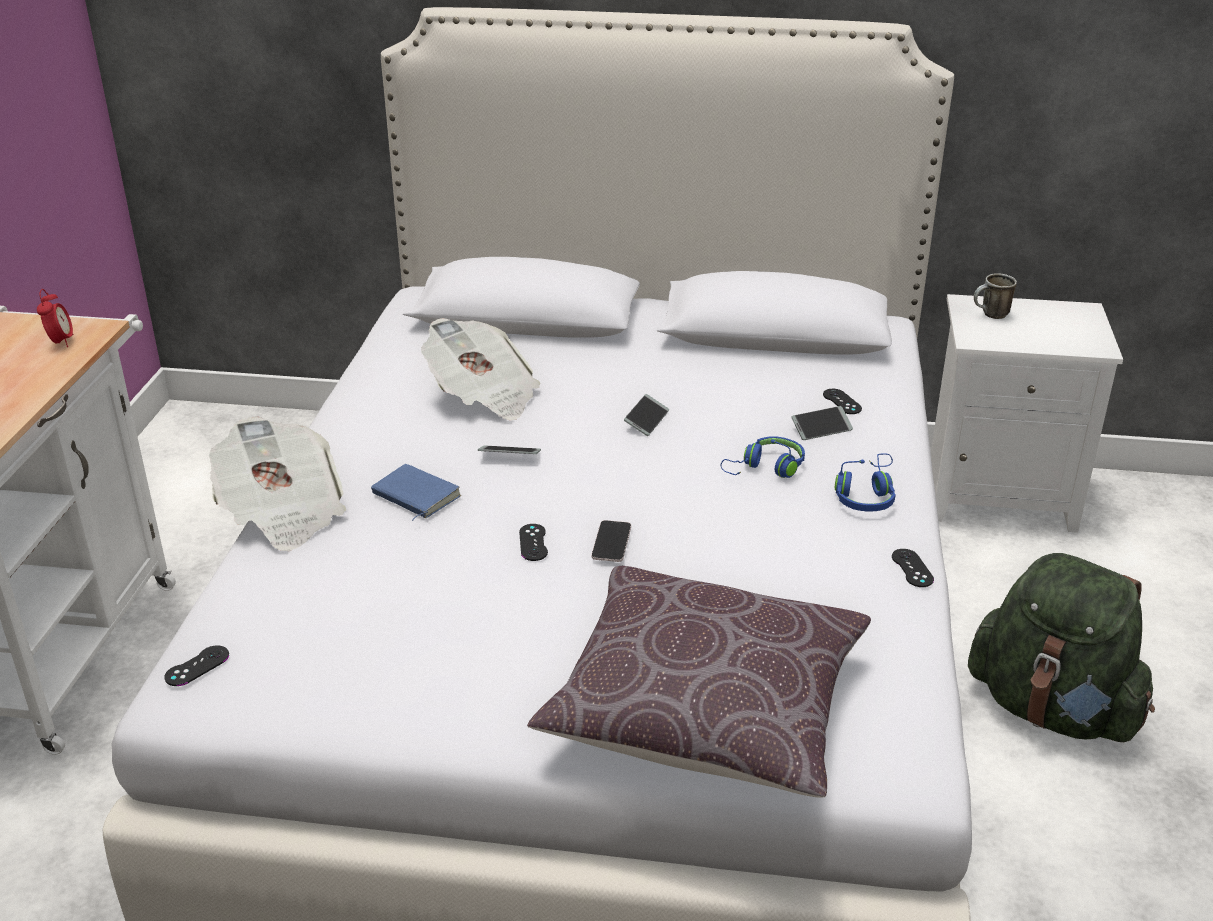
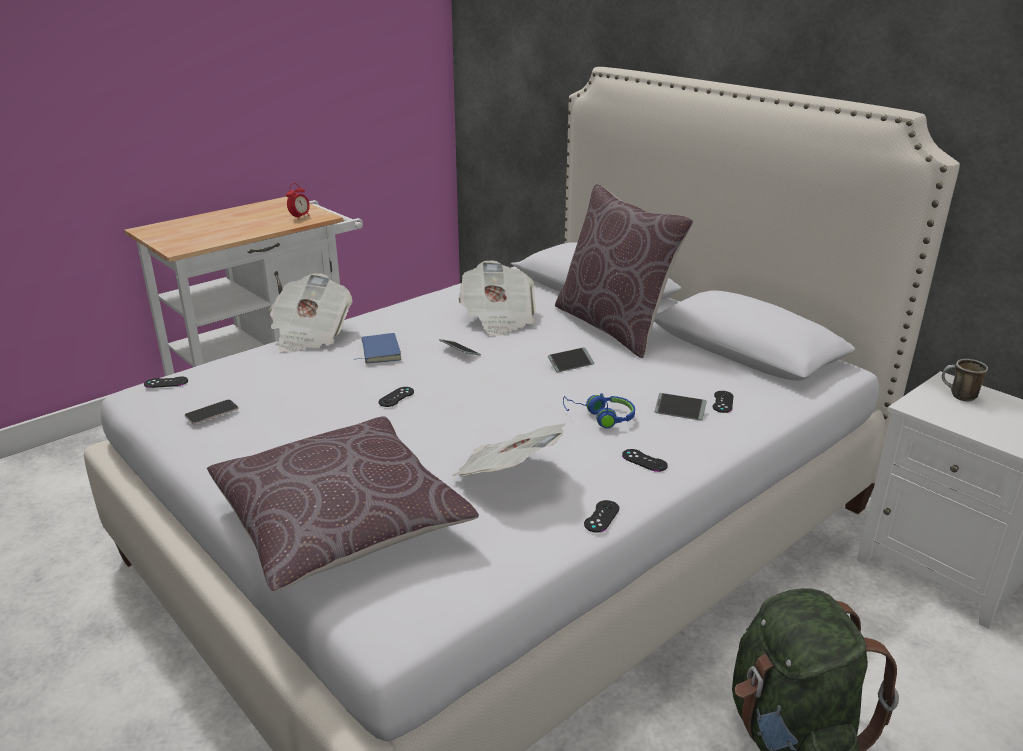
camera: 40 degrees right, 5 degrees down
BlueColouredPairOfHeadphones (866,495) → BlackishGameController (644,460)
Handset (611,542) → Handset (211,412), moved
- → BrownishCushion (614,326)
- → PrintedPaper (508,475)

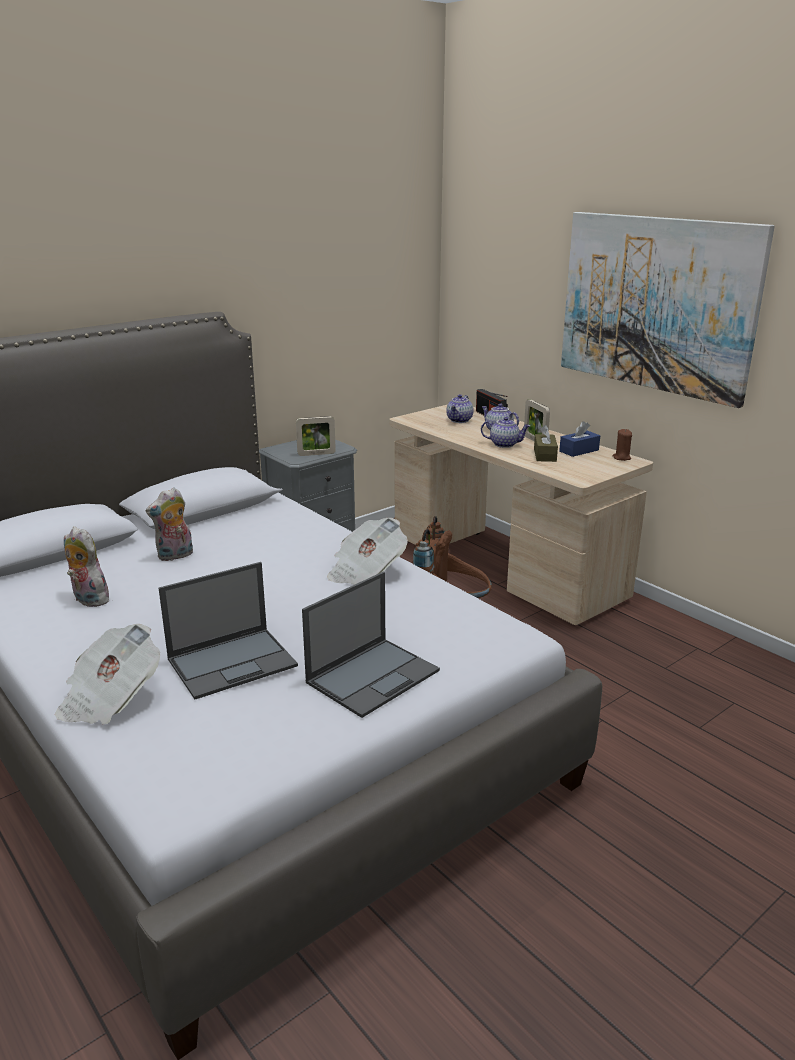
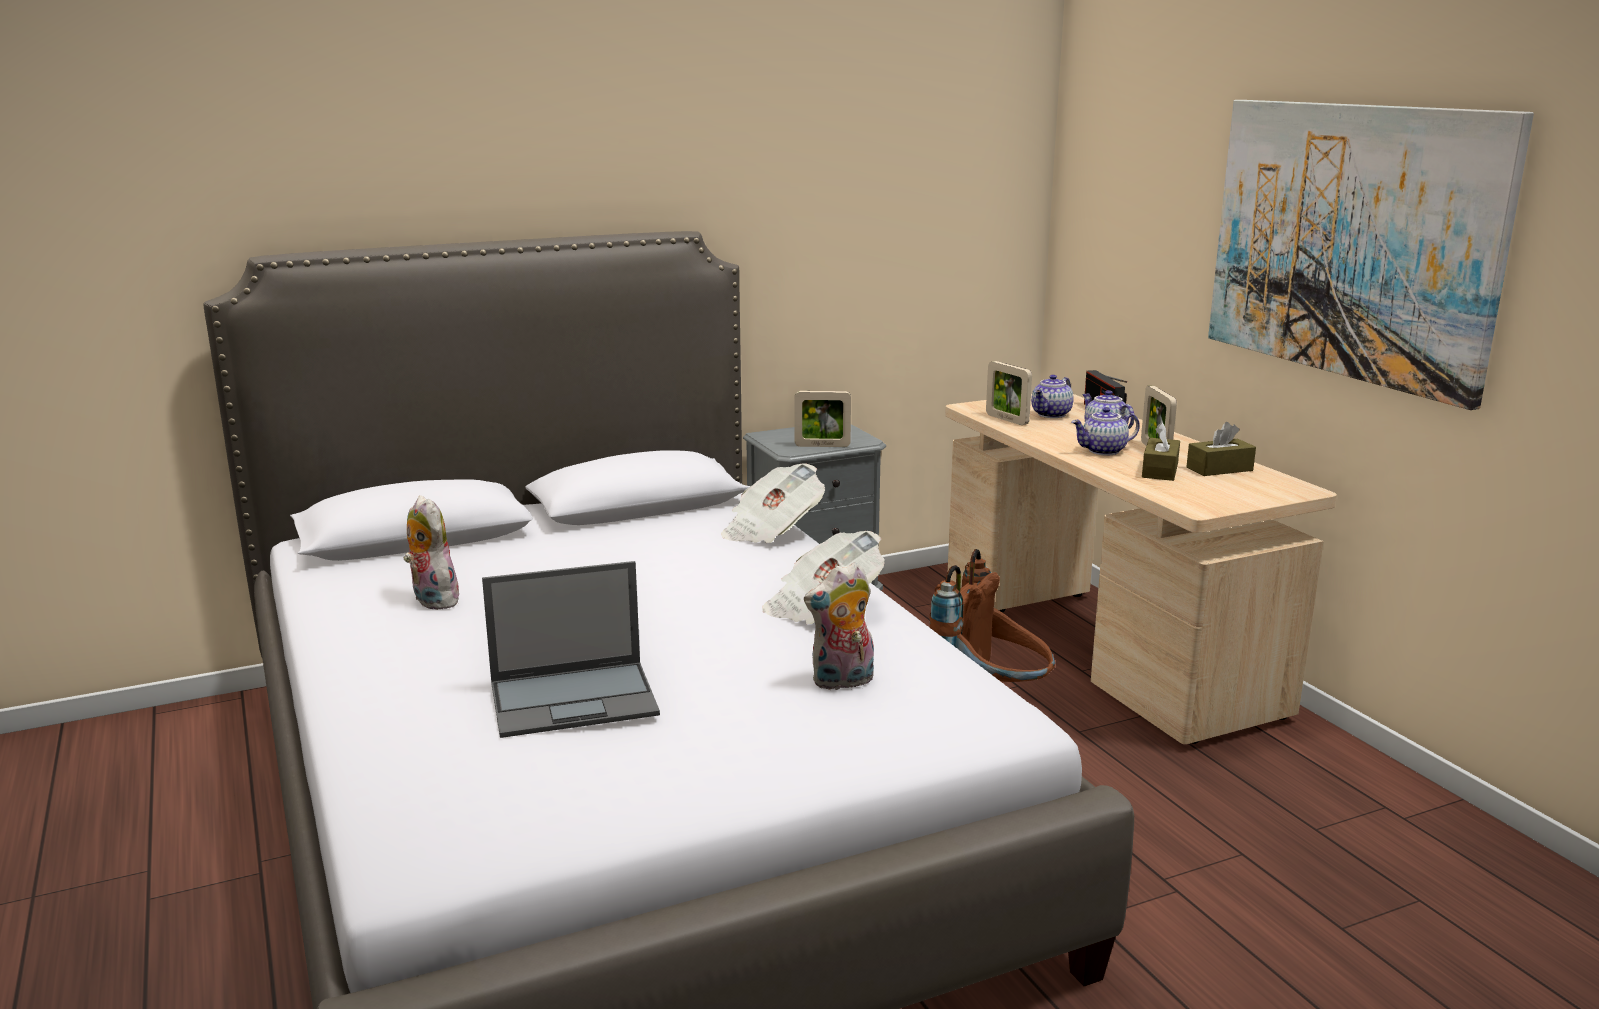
camera: 15 degrees right, 5 degrees down
Teapot (504,444) → Teapot (1103,451), 135 degrees clockwise
BlueColouredTissueHolder (579,451) → BrownishTissueHolder (1219,469)
BrownishCandle (621,458) → -
PlushToy (175,556) → PlushToy (842,682), moved
Laptop (373,676) → -
PrintedPaper (110,698) → PrintedPaper (771,530), moved
- → StandingFrame (1007,419)

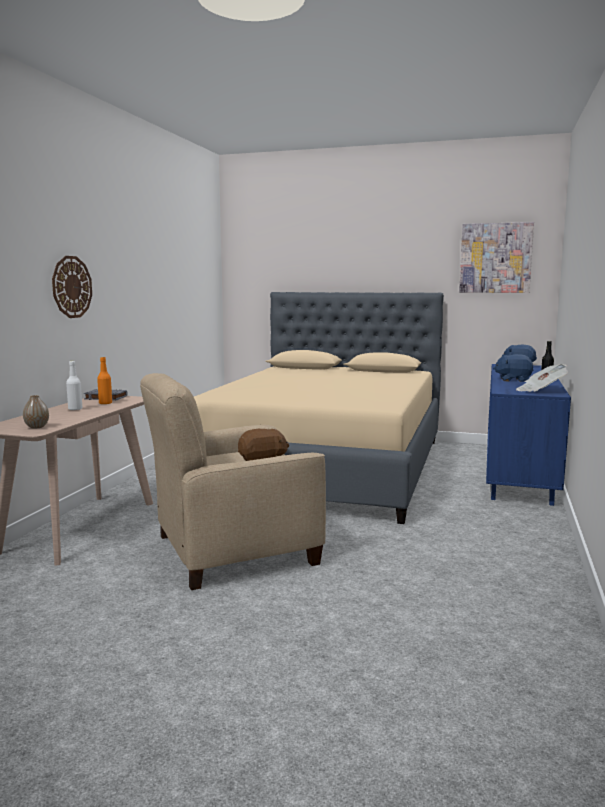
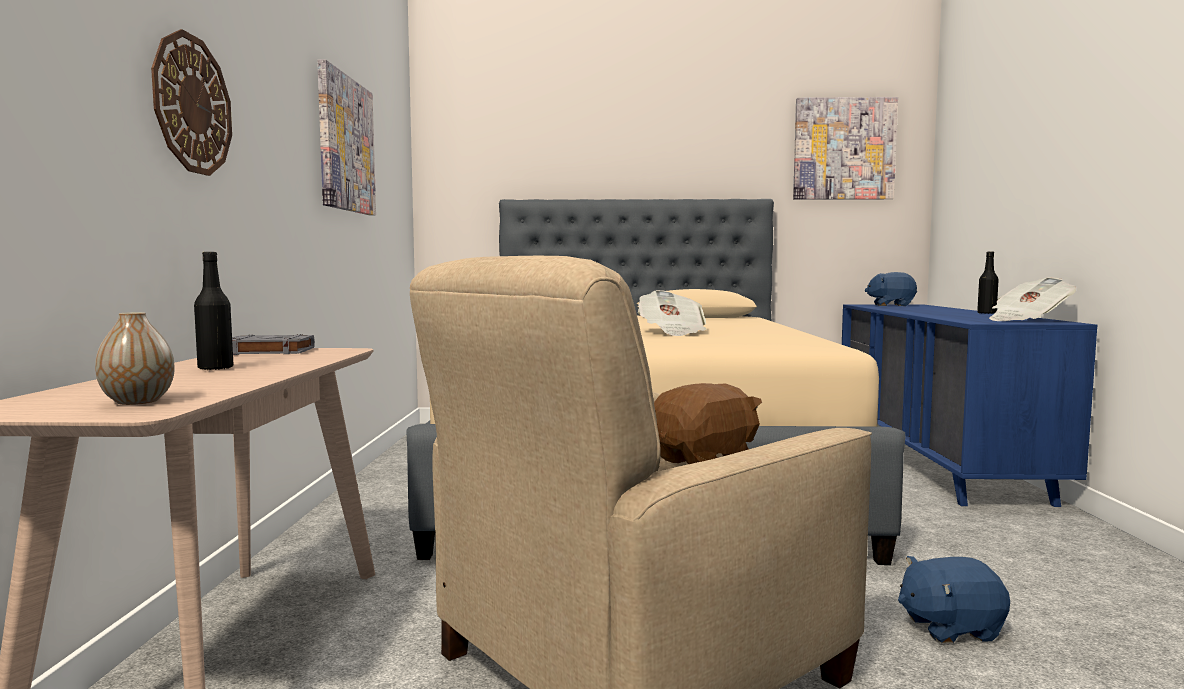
camera: 15 degrees left, 5 degrees down
BlueColouredPlushToy (513,380) → BlueColouredPlushToy (949,627), moved
OrangeyDrinkBottle (105,403) → -
WhiteDrinkBottle (75,409) → BlackishDrinkBottle (215,368)
- → WallArt (345,144)
- → PrintedPaper (671,332)

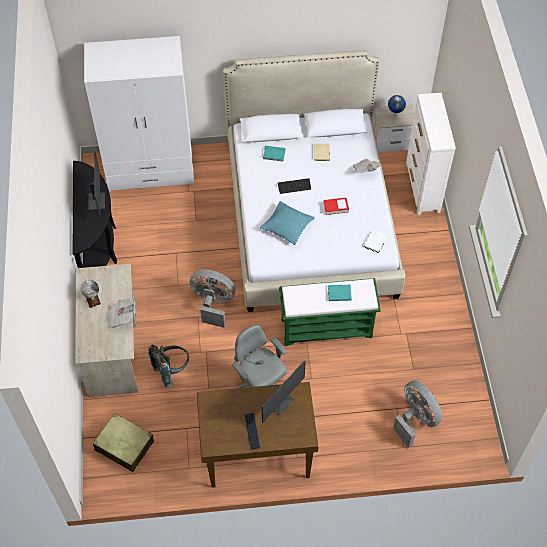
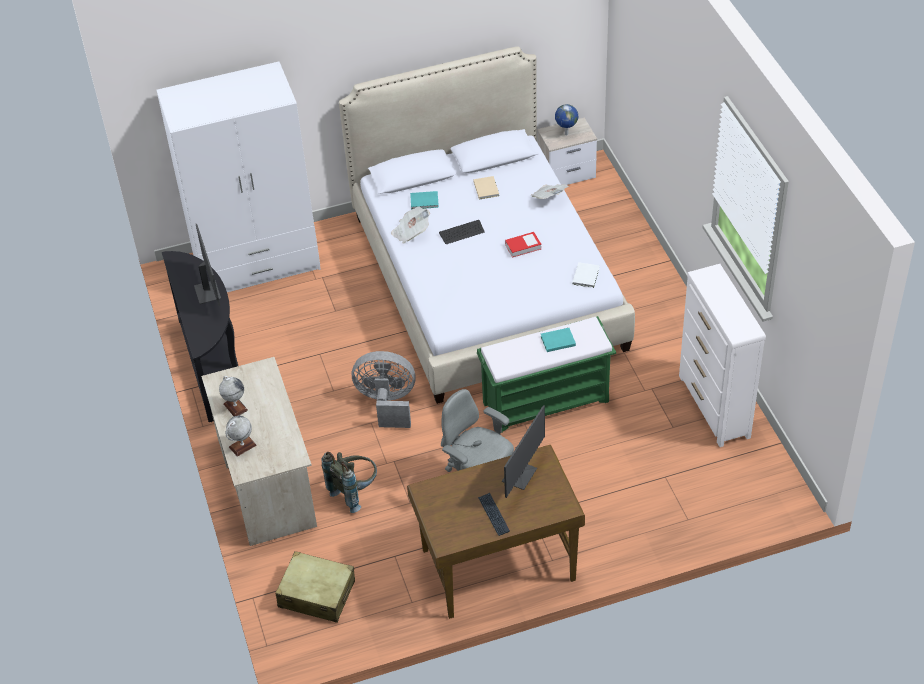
camera: 10 degrees left, 10 degrees down
WhiteChestOfDrawers (422,187) → WhiteChestOfDrawers (714,407), moved
TurquoiseColouredCushion (287,226) → -
PrintedPaper (120,317) → PrintedPaper (411,232), moved
GrayCoolingFan (415,419) → -
- → WorldGlobe (242,446)

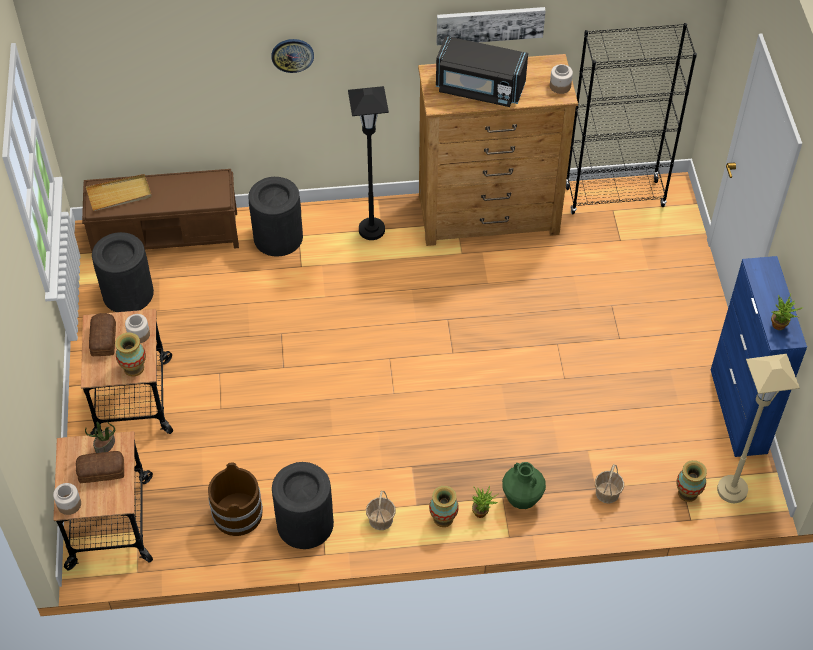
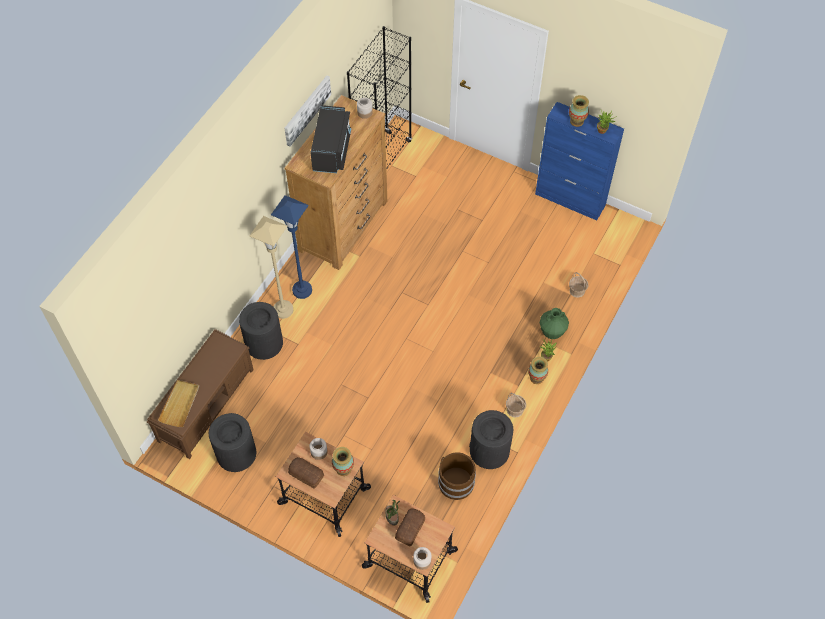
camera: 55 degrees left, 5 degrees up
BlackishMicrowave (479,88) → BlackishMicrowave (331,150), 45 degrees counterclockwise
HangingClock (292,55) → -
BlackishFloorLamp (372,230) → BlueColouredFloorLamp (302,290)
BeigeFloorLamp (732,490) → BeigeFloorLamp (283,310), moved
FlowerVase (687,493) → FlowerVase (576,121), moved

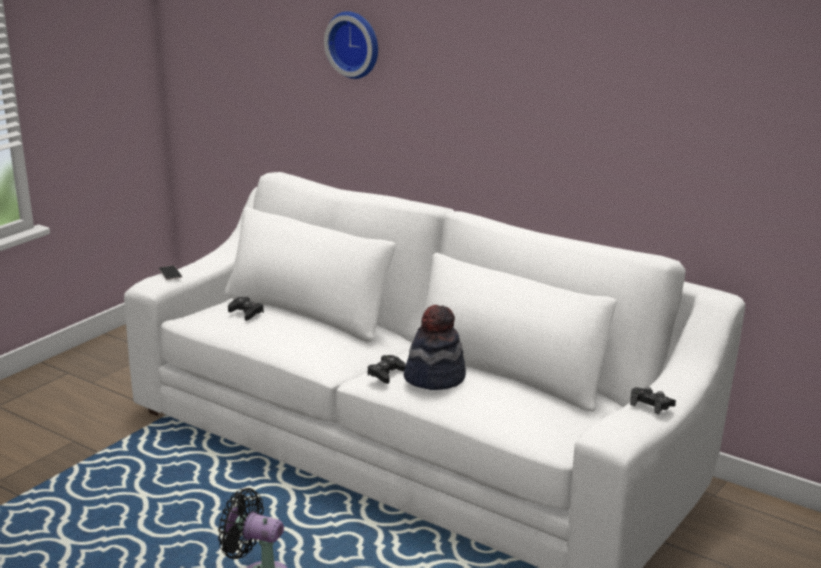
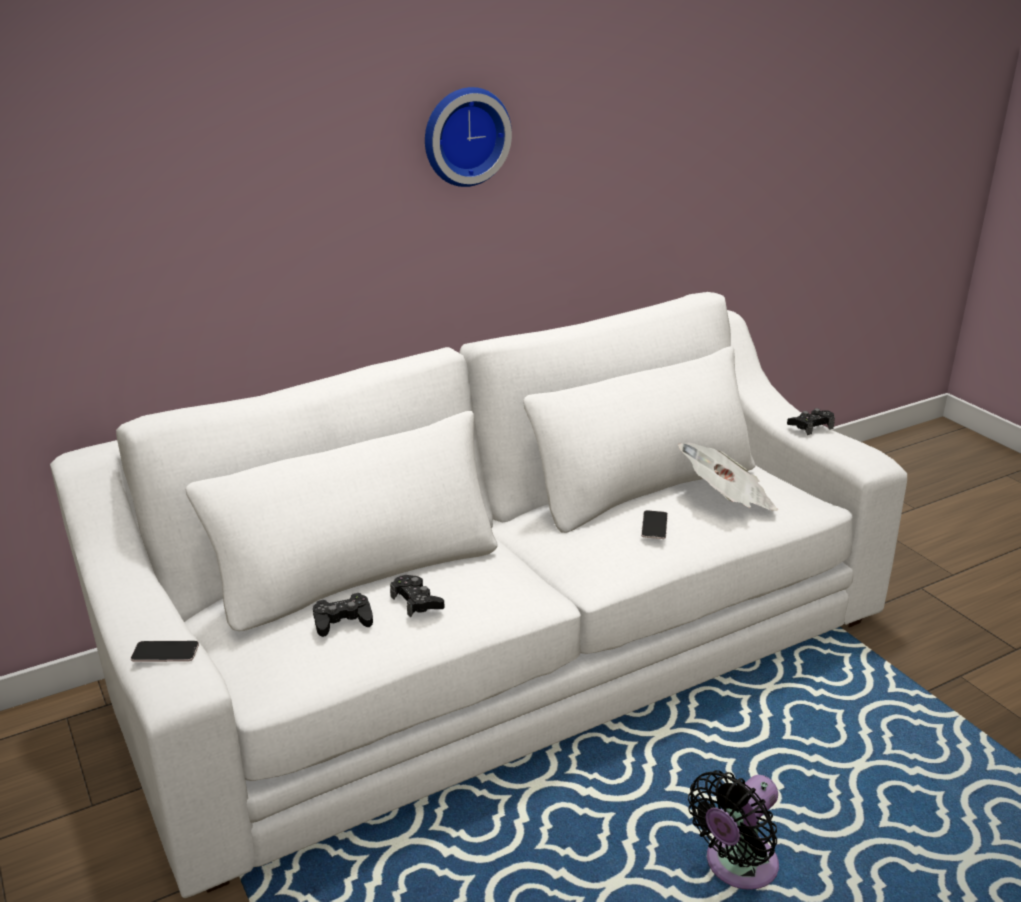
camera: 65 degrees left, 5 degrees up
HangingClock (355,44) → HangingClock (464,136), moved
ClothingHat (435,377) → Handset (654,525)
BlackishGameController (386,374) → BlackishGameController (416,601), moved
- → PrintedPaper (726,499)

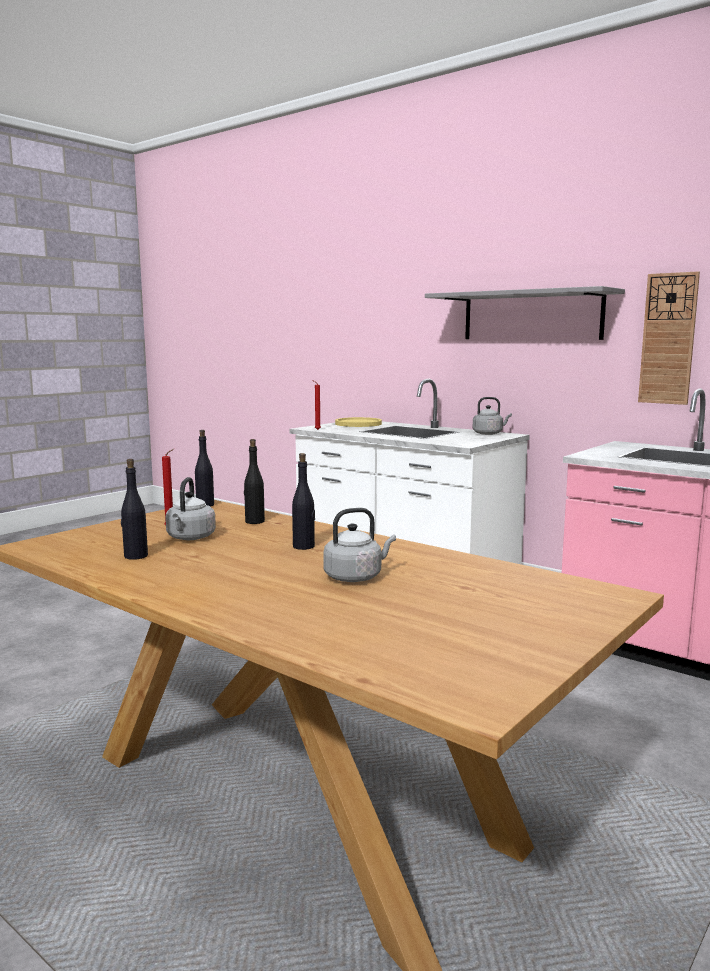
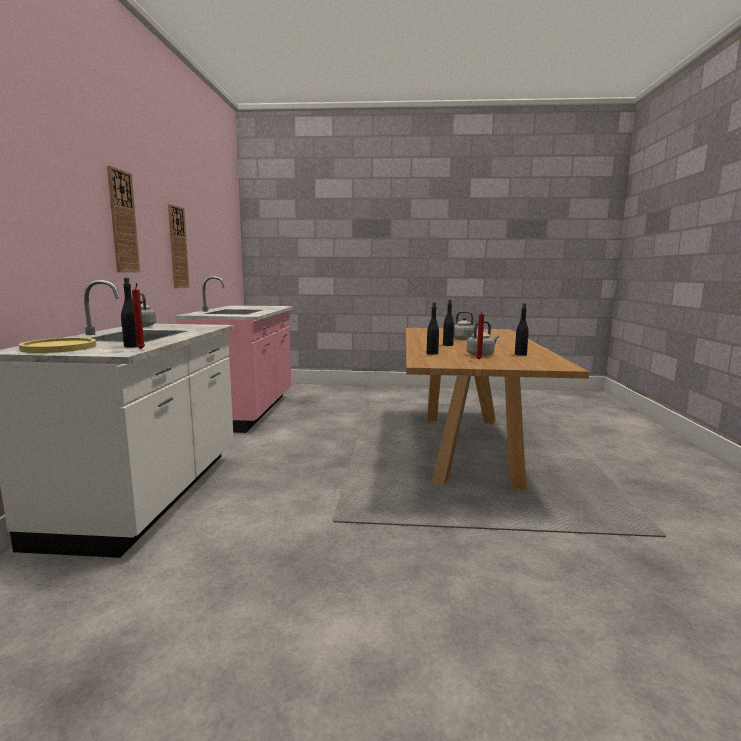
camera: 125 degrees left, 0 degrees up
GrayWallShelf (531,316) → HangingClock (123,222)
BlackishDrinkBottle (205,505) → BlackishDrinkBottle (132,346), moved

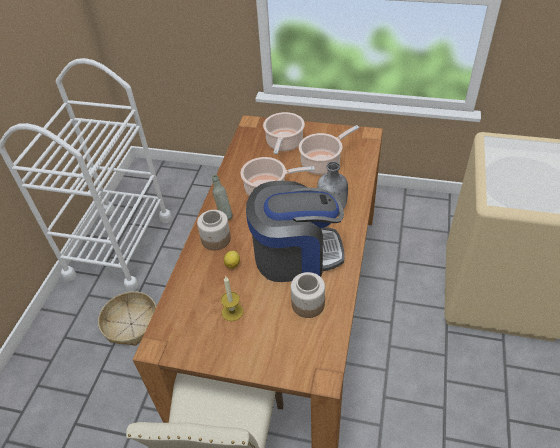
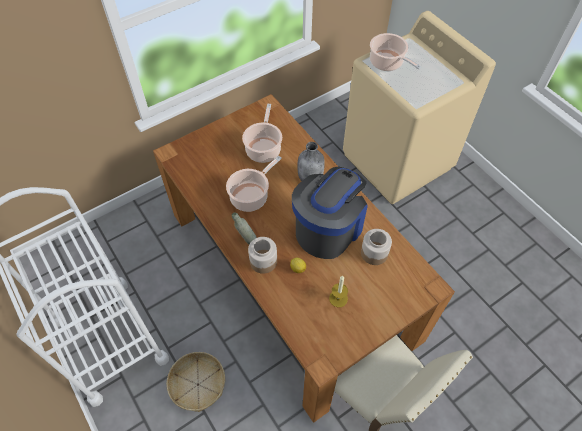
camera: 50 degrees left, 10 degrees up
Stockpot (284,144) → Stockpot (388,63), moved

